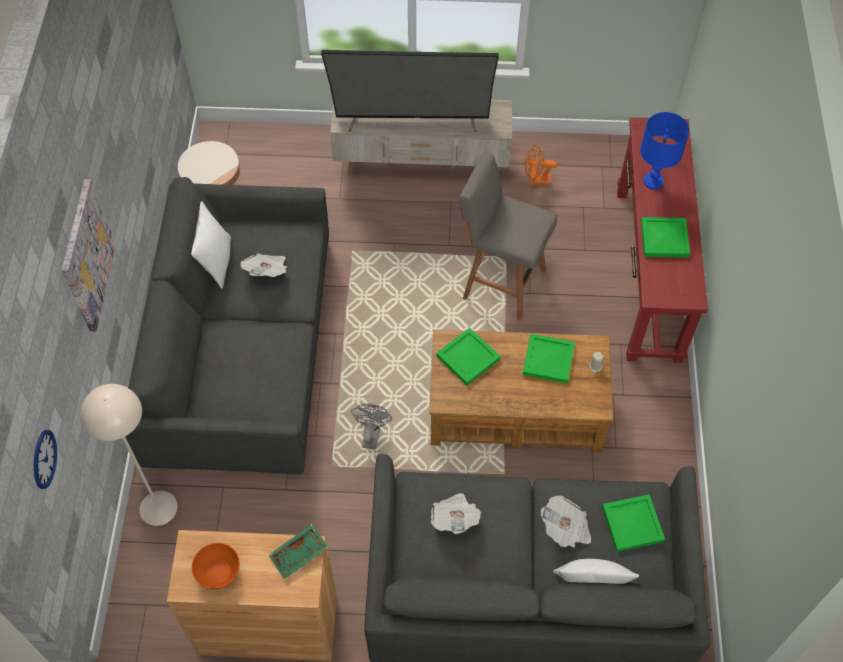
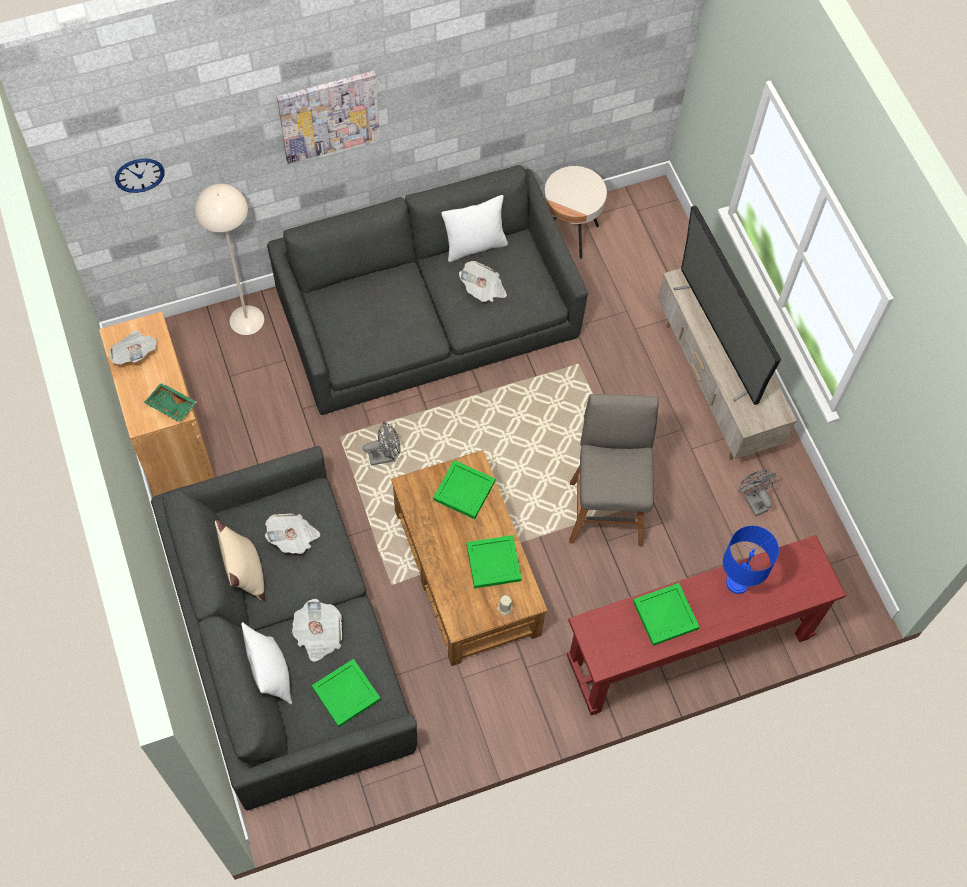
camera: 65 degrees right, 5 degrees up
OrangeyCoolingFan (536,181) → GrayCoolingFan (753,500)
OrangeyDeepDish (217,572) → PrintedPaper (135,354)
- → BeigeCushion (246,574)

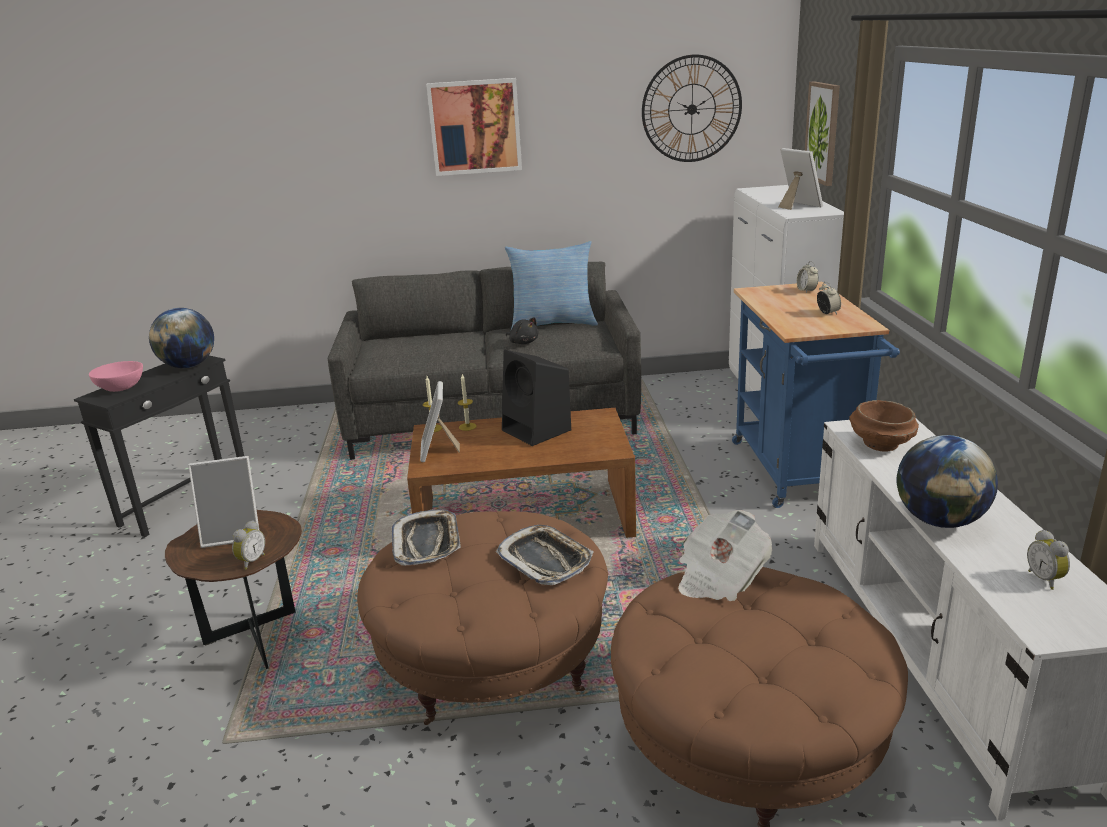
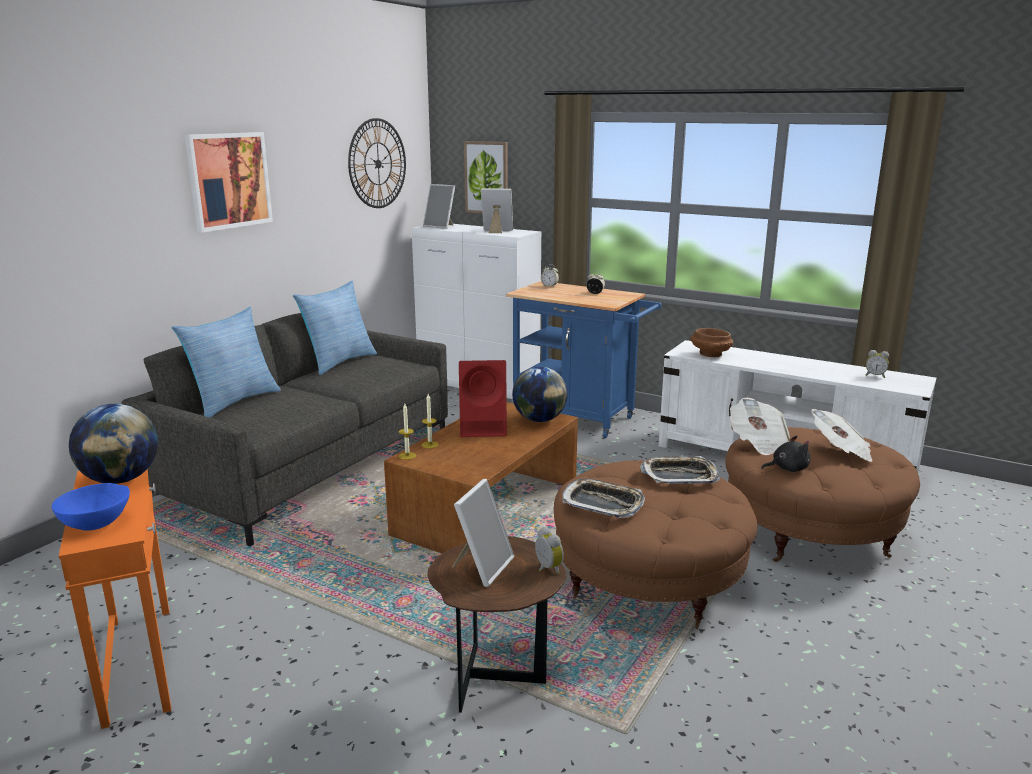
camera: 55 degrees left, 5 degrees down
BlackishPlushToy (523,342) → BlackishPlushToy (787,469), moved
BlackishSpeaker (538,430) → RedSpeaker (484,427)
BlackishEndTable (186,501) → OrangeyEndTable (140,662)
PinkishDeepDish (121,388) → BlueColouredDeepDish (96,523)
StandingFrame (438,450) → StandingFrame (441,226), moved
WorldGlobe (940,520) → WorldGlobe (539,420), moved
- → Cushion (233,401)
- → PrintedPaper (841,451)

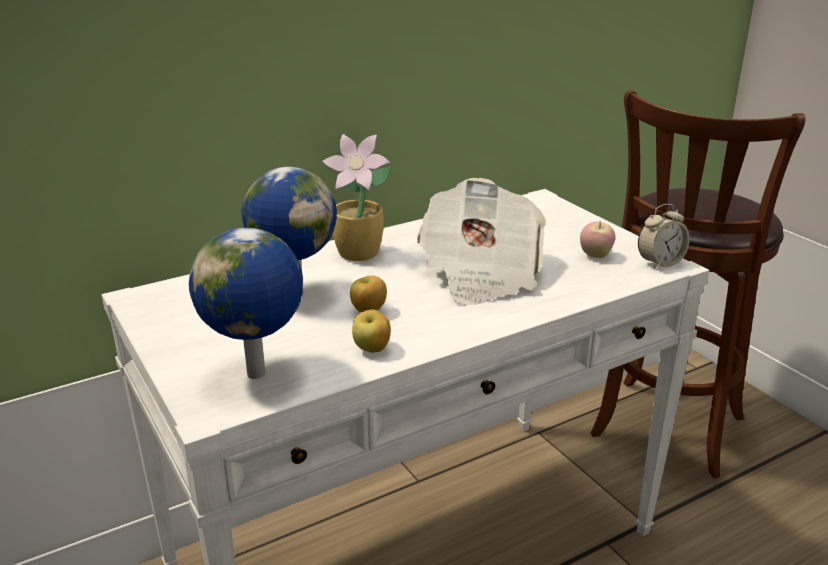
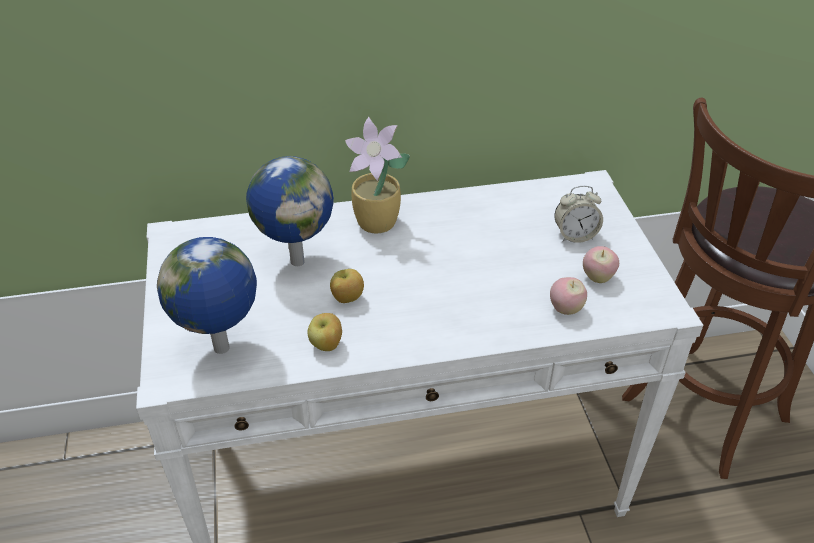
camera: 20 degrees right, 15 degrees up
PrintedPaper (480,274) → -
BedsideClock (660,263) → BedsideClock (575,235), moved
- → AppleFruit (565,309)

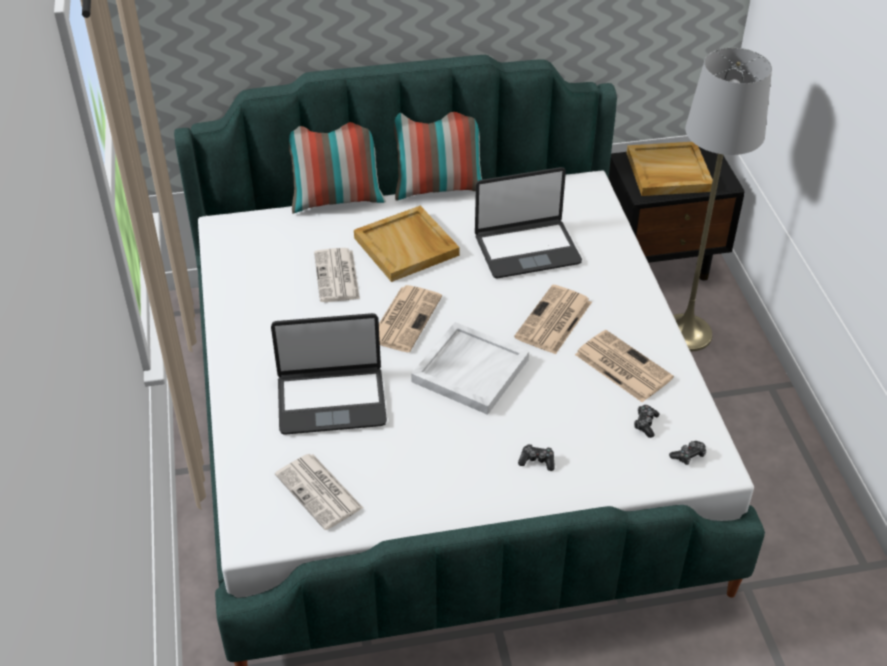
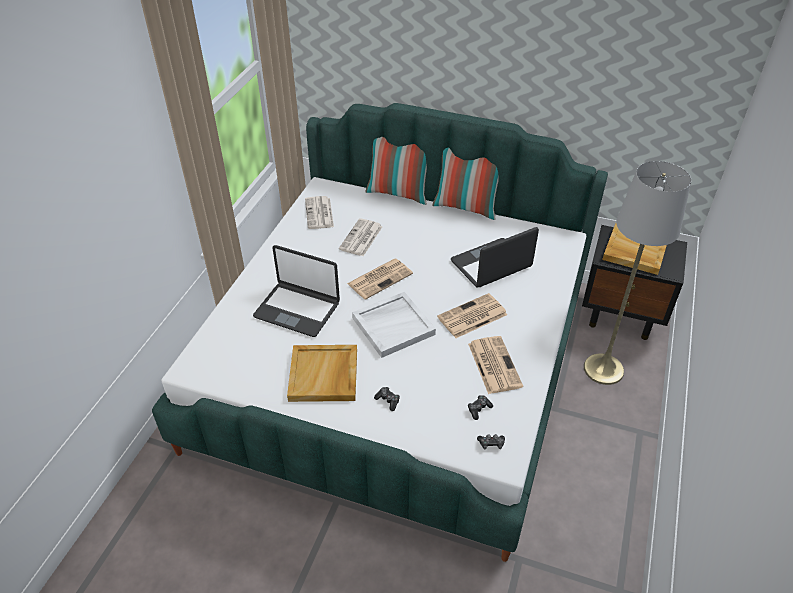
camera: 30 degrees right, 0 degrees up
Laptop (527,249) → Laptop (491,265), 135 degrees clockwise
BeigeServingTray (407,247) → BeigeServingTray (324,375), moved
PrintedPaper (320,492) → PrintedPaper (319,213), moved

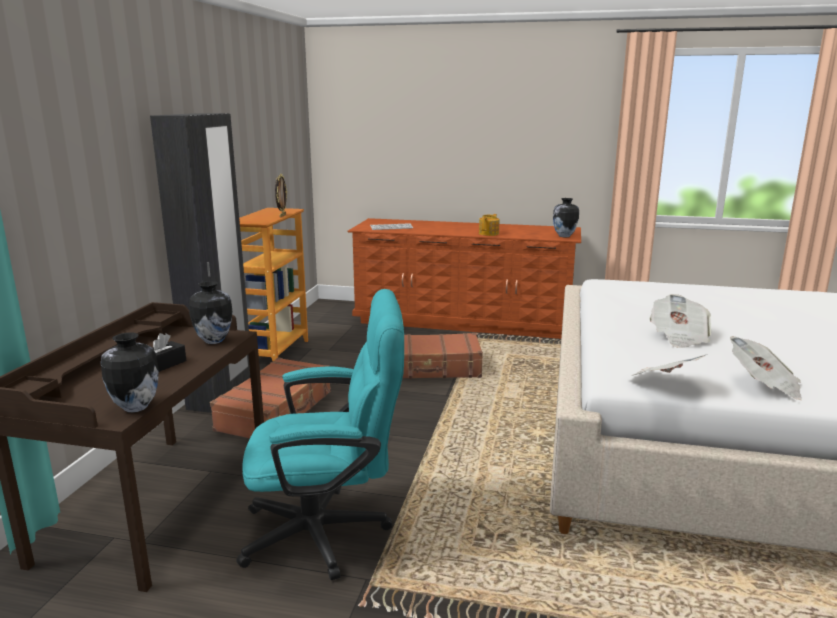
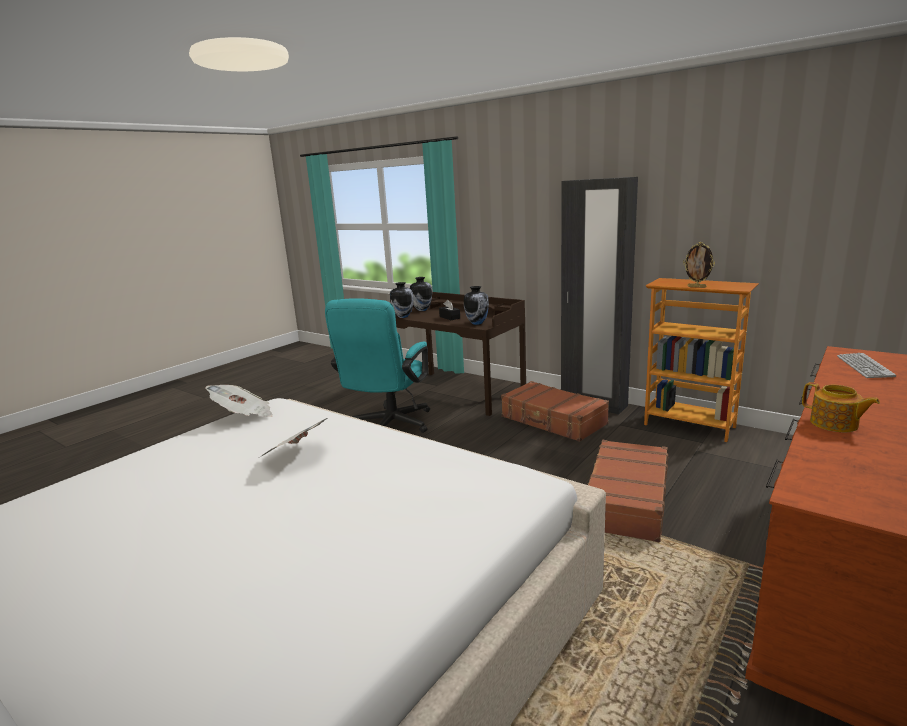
camera: 115 degrees right, 0 degrees up
FlowerVase (564,236) → FlowerVase (422,310), moved
PrintedPaper (764,386) → -

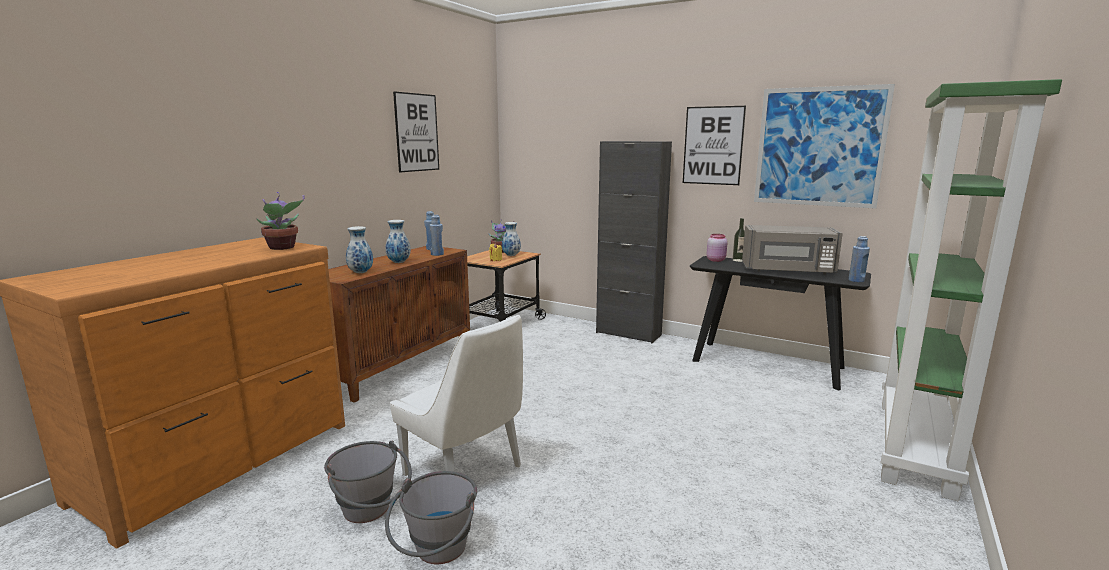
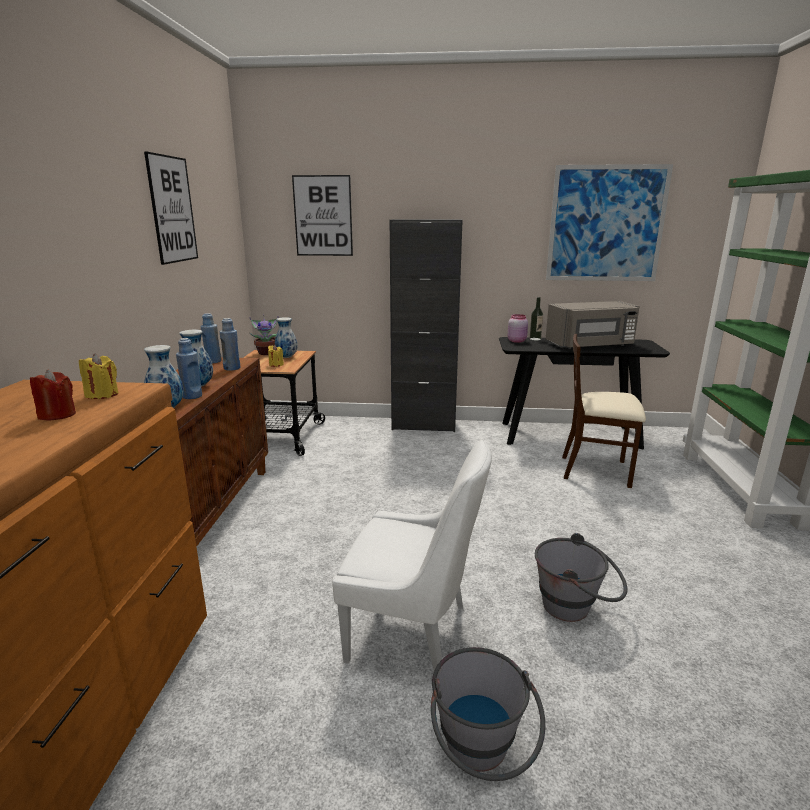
camera: 25 degrees left, 5 degrees up
WallArt (713,145) → WallArt (323,216), moved
PlantInAPot (282,248) → YellowishCandle (102,394)
BlueColouredDrinkBottle (856,280) → BlueColouredDrinkBottle (192,396), moved
GrayWaterBucket (371,513) → GrayWaterBucket (576,608), moved
- → BeigeUprightChair (596,470)
- → RedCandle (57,415)

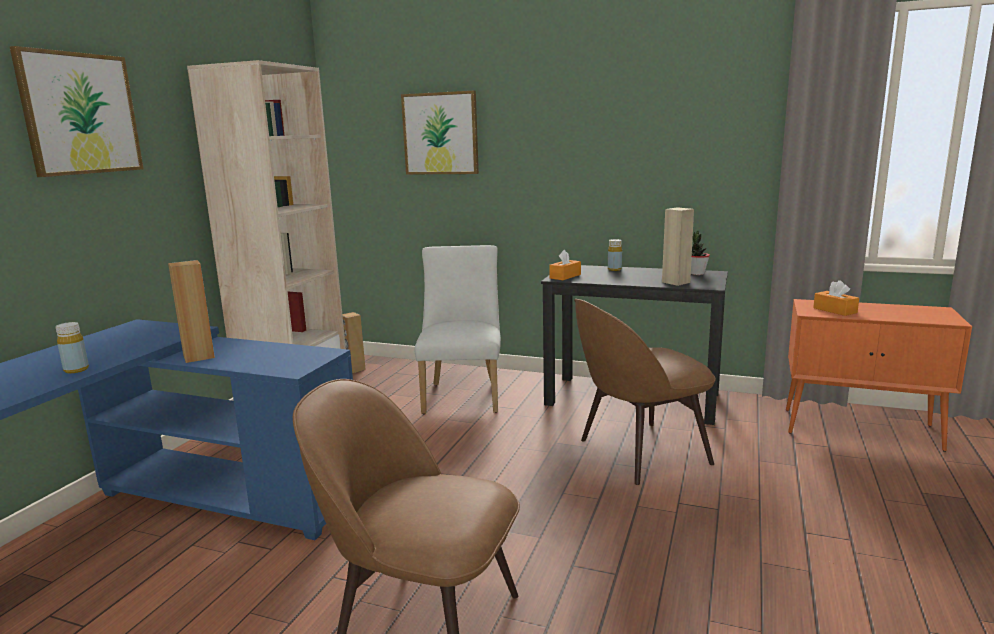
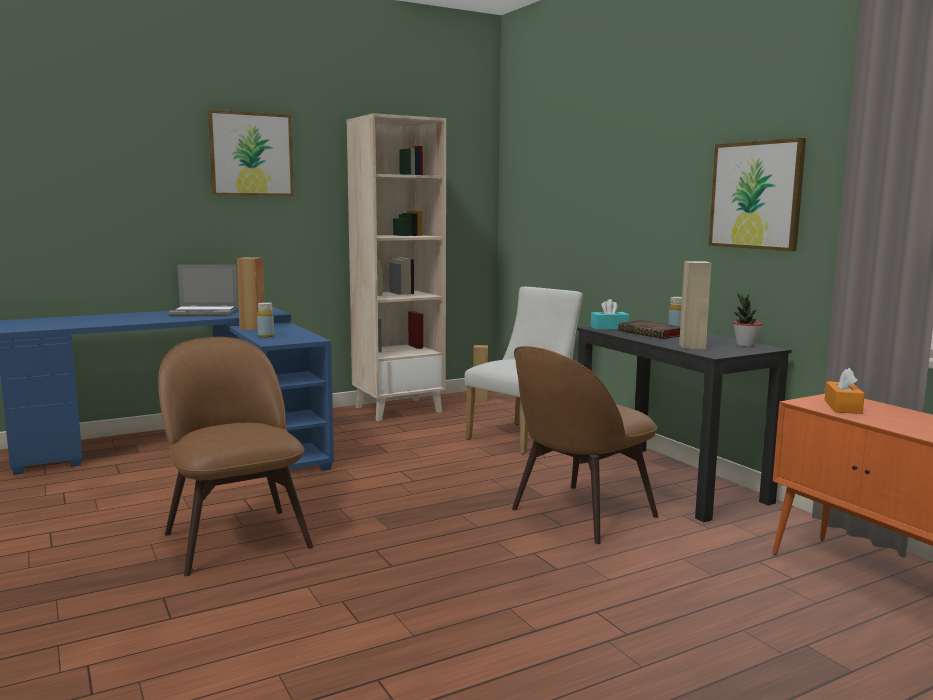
camera: 40 degrees right, 5 degrees down
WallArt (440,133) → WallArt (756,195), moved
OrangeyTissueHolder (565,276) → TurquoiseColouredTissueHolder (609,328)
BrownishUprightChair (639,452) → BrownishUprightChair (579,514), 60 degrees counterclockwise
YellowishDrinkBottle (76,370) → YellowishDrinkBottle (266,336), moved
- → Laptop (205,313)
- → BoundBook (653,334)

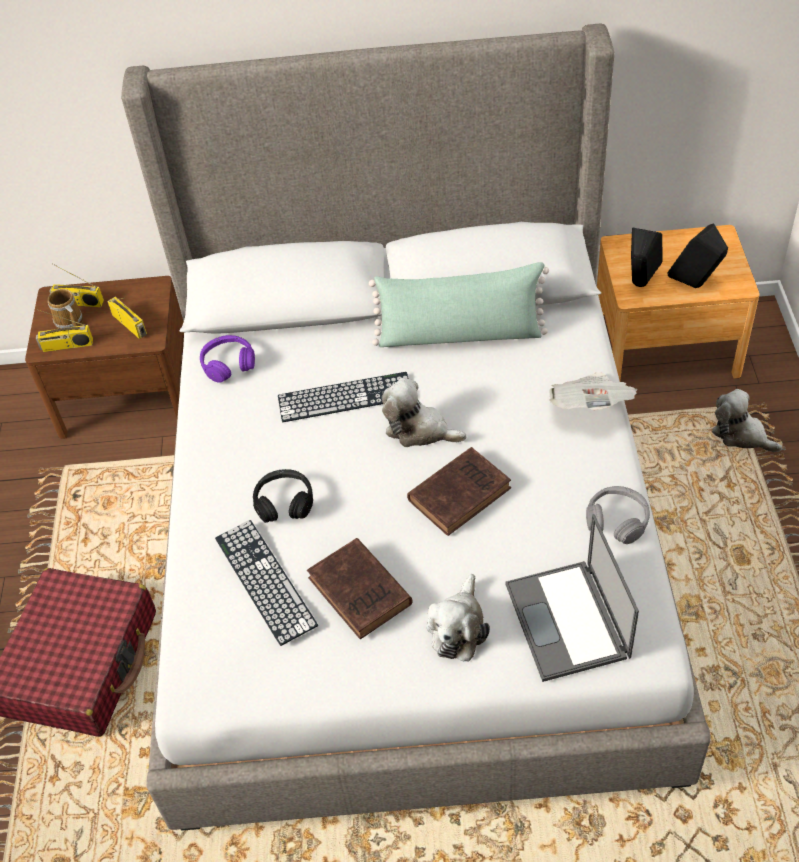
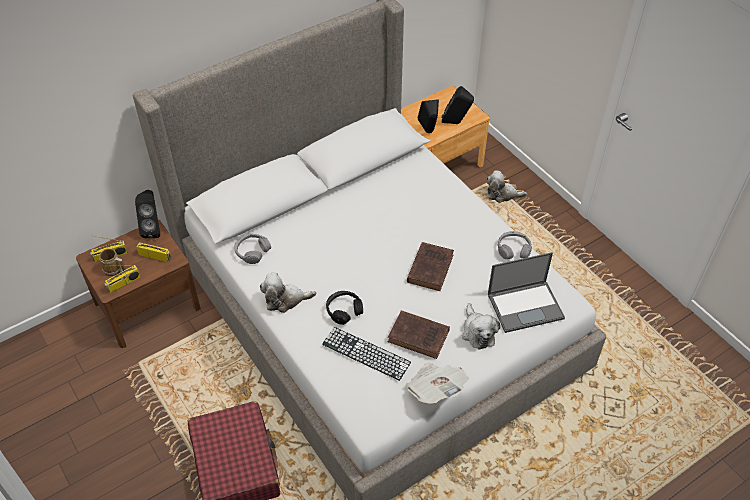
camera: 35 degrees left, 0 degrees up
GreenColouredCushion (460,335) → -
PurplishPairOfHeadphones (228,364) → GrayPairOfHeadphones (252,252)
Keyboard (345,397) → -
PrintedPaper (590,407) → PrintedPaper (435,390), moved
PlushToy (419,429) → PlushToy (285,299), moved
Laptop (568,621) → Laptop (526,306), 60 degrees counterclockwise
- → BlackishSpeaker (153,229)

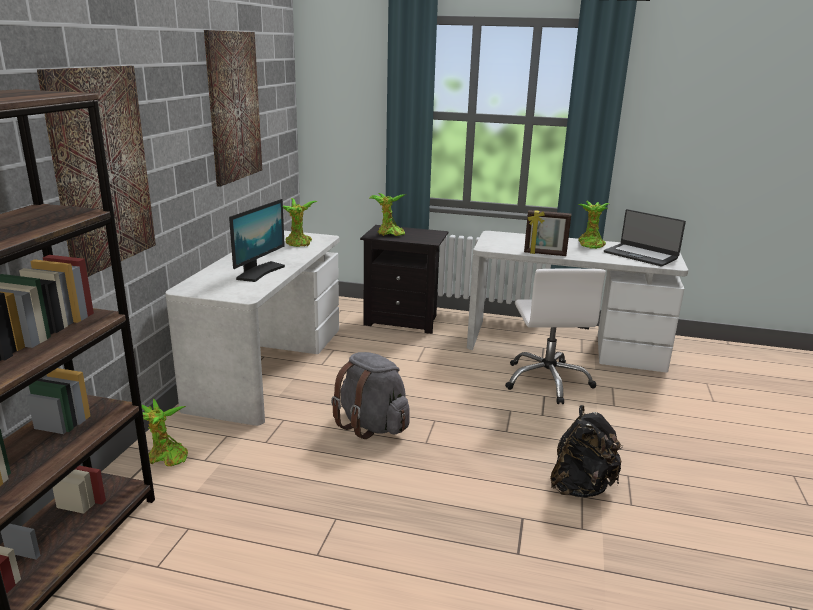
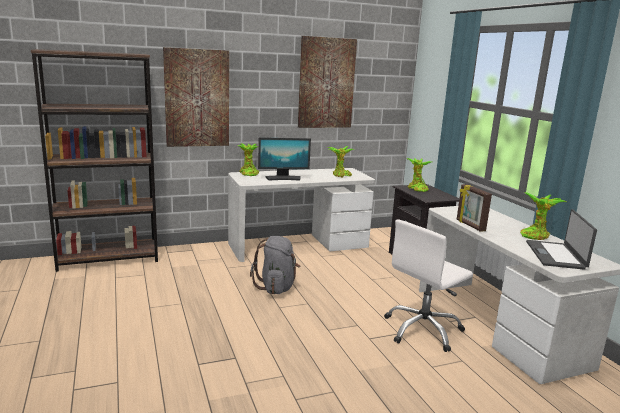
camera: 55 degrees right, 5 degrees down
PlantInAPot (165,457) → PlantInAPot (248,173), moved
BlackishBackpack (581,487) → -

